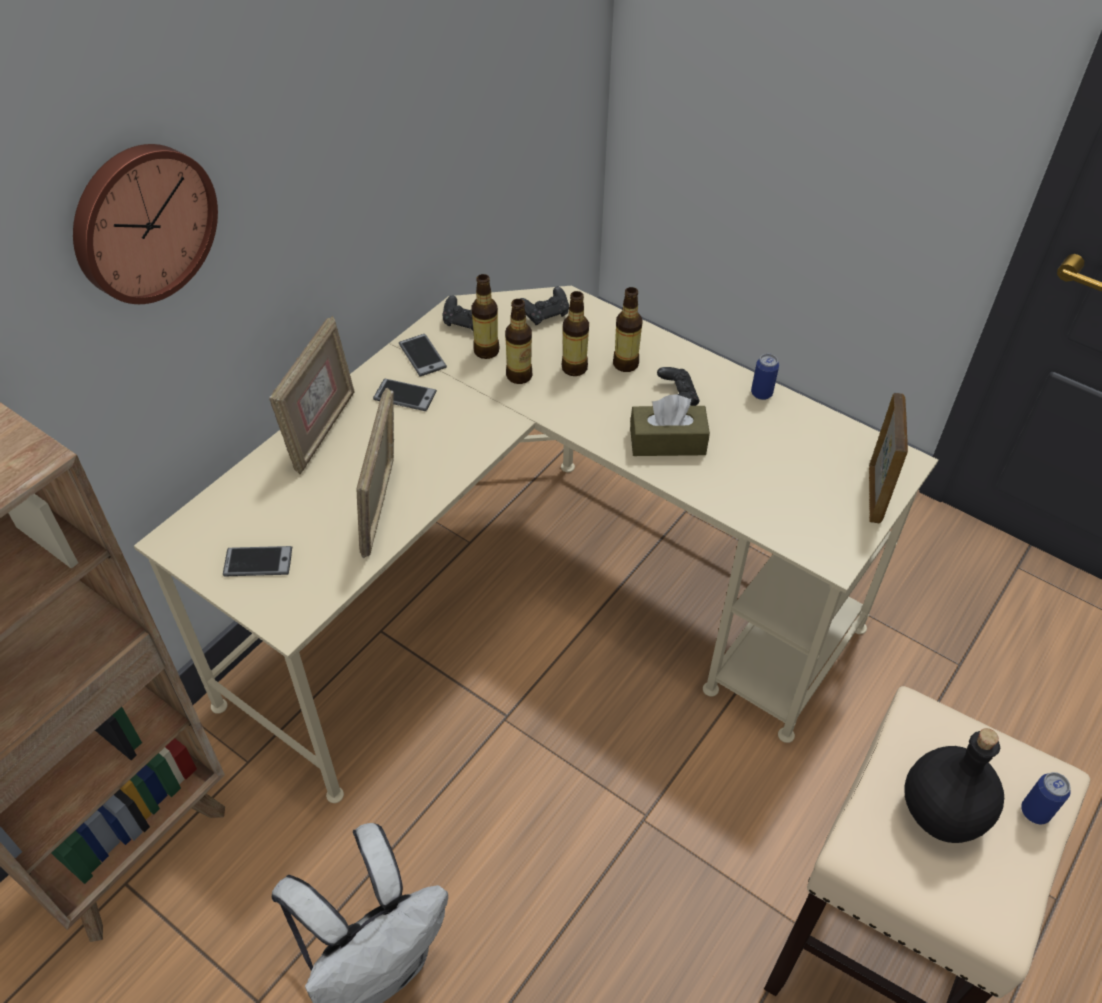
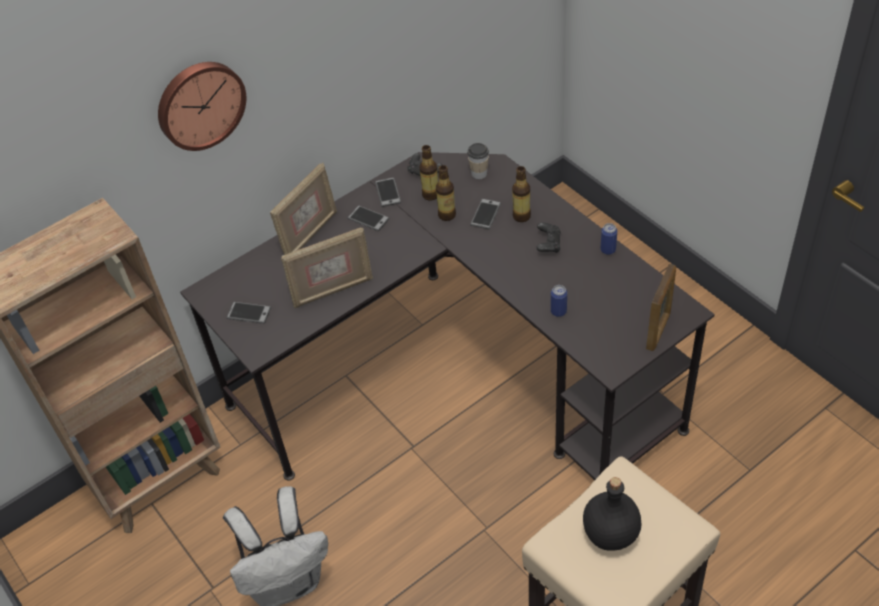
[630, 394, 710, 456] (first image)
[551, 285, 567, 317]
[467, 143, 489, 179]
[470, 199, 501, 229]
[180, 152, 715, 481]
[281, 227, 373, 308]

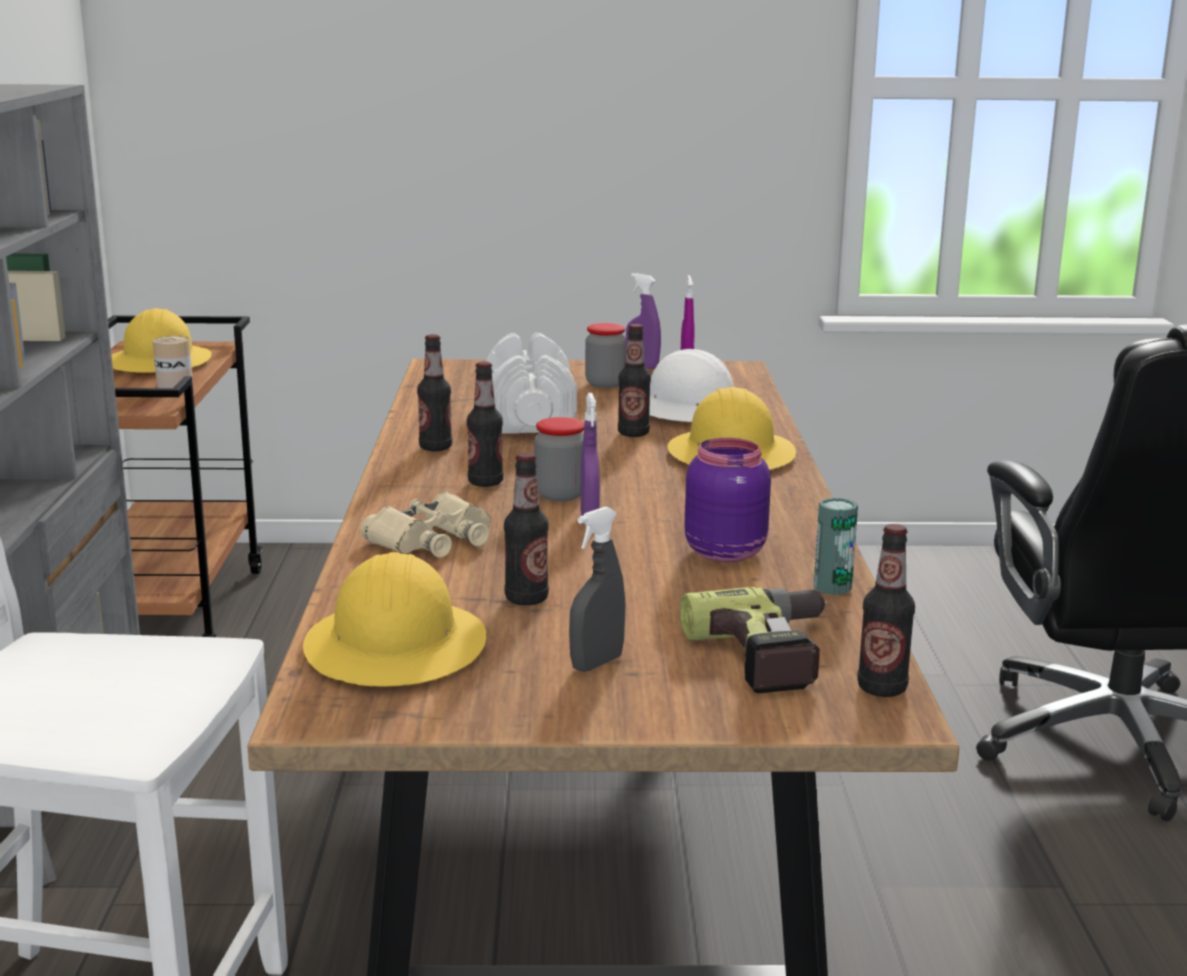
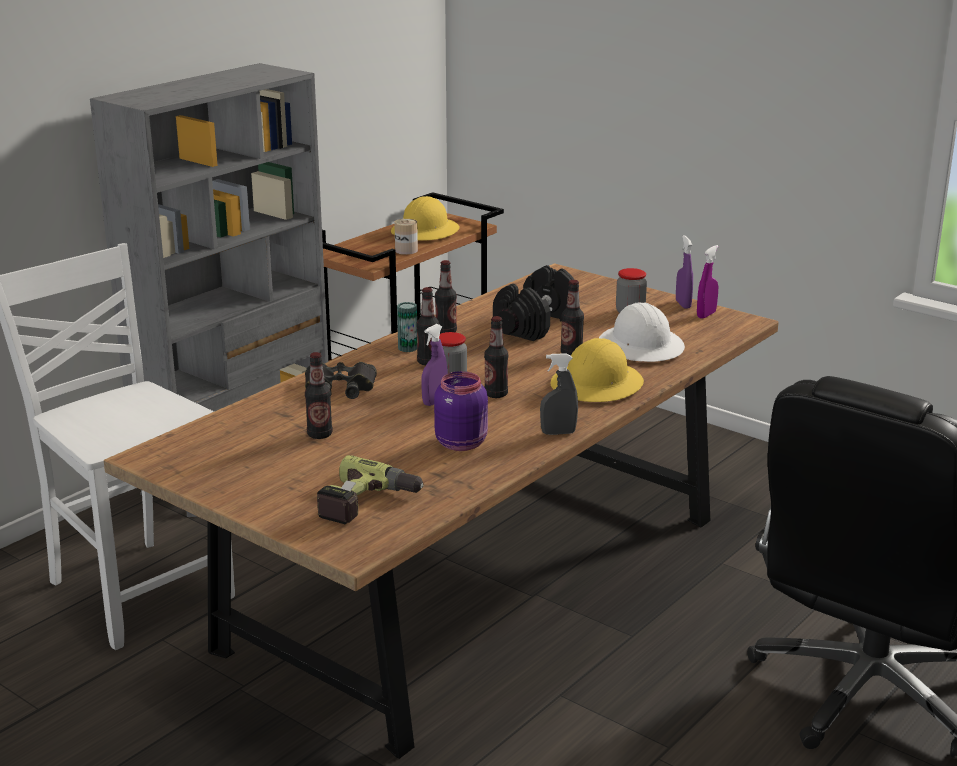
[303, 552, 486, 687] (first image)
[540, 353, 578, 435]
[397, 302, 417, 352]
[484, 316, 508, 398]
[305, 362, 377, 399]
[493, 265, 574, 341]

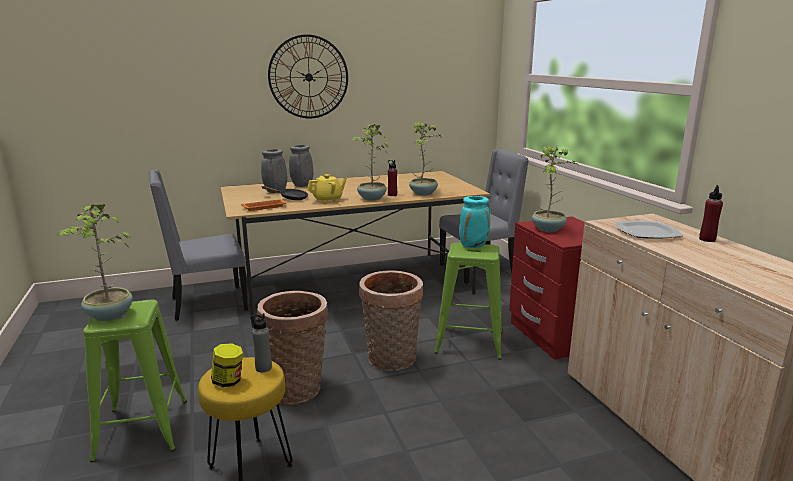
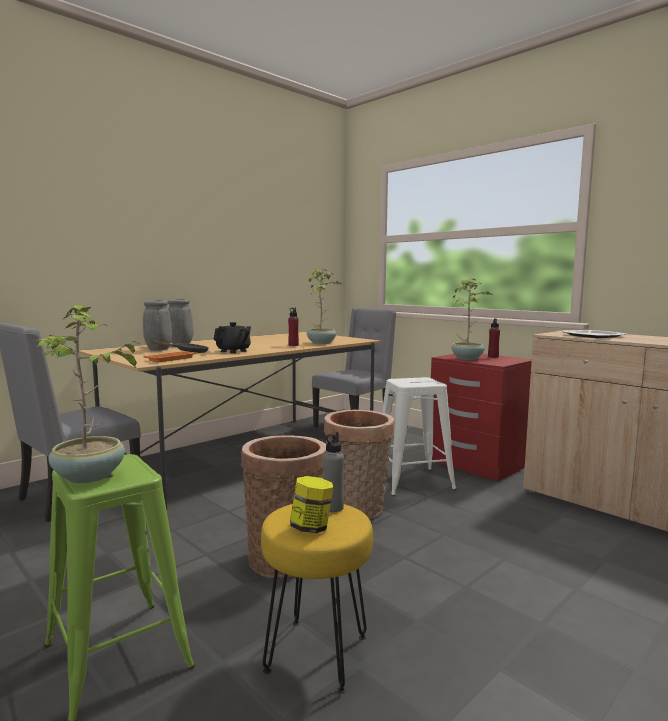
[268, 34, 348, 118] (first image)
[350, 124, 389, 200] (first image)
[459, 196, 490, 248] (first image)
[488, 318, 500, 358]
[214, 322, 251, 353]
[382, 377, 457, 496]

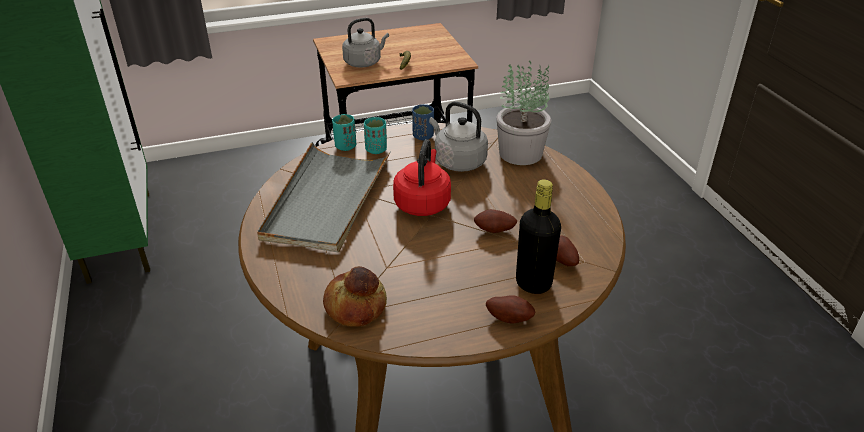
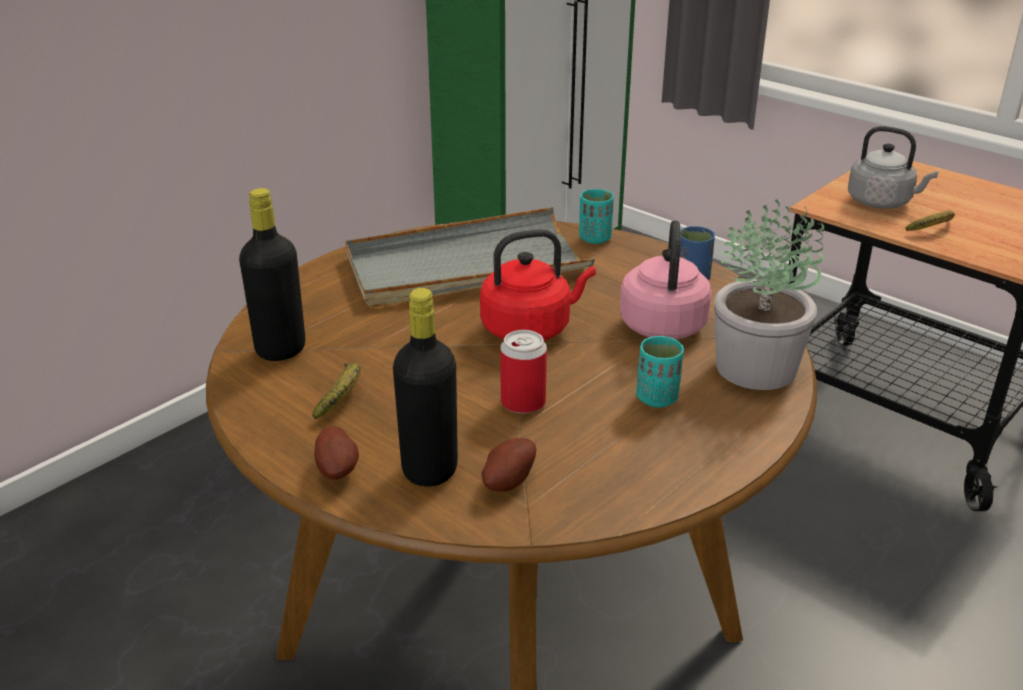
[312, 363, 361, 419]
[636, 336, 684, 408]
[239, 188, 305, 361]
[500, 330, 547, 414]
[619, 220, 712, 340]

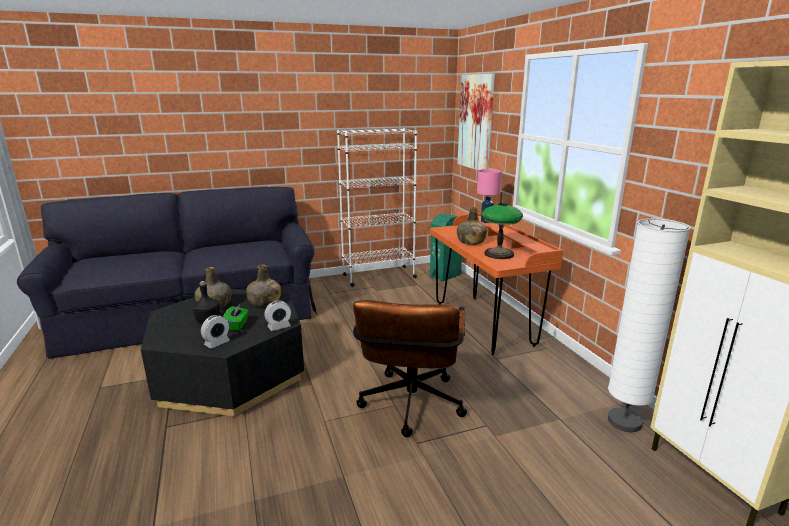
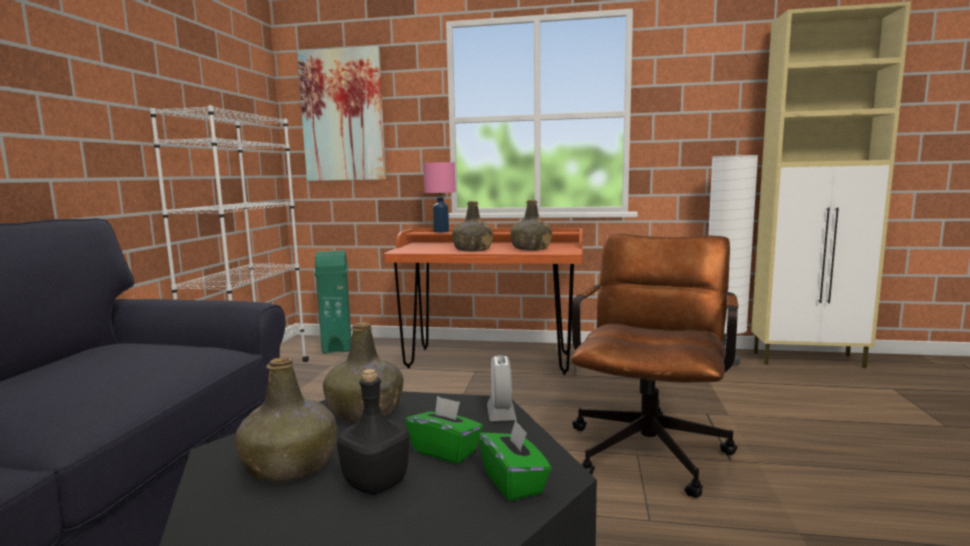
[479, 419, 551, 501]
[511, 200, 552, 251]
[571, 234, 738, 498]

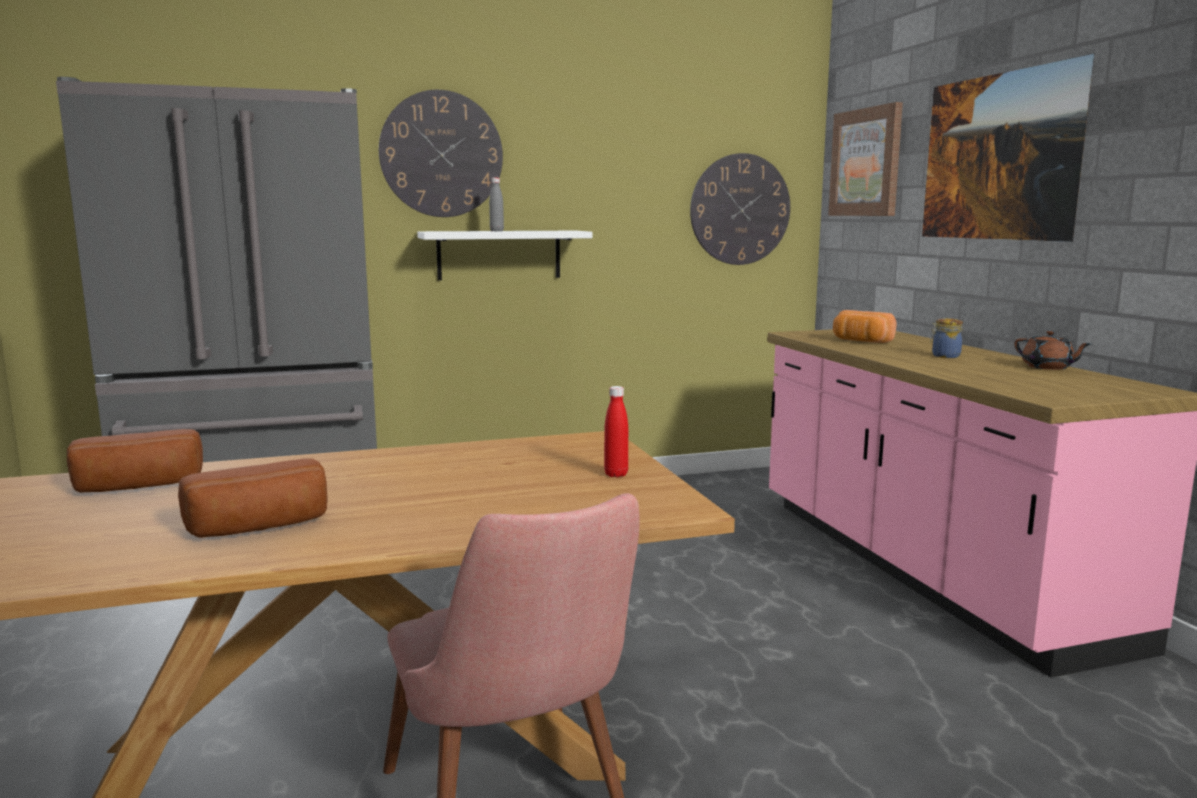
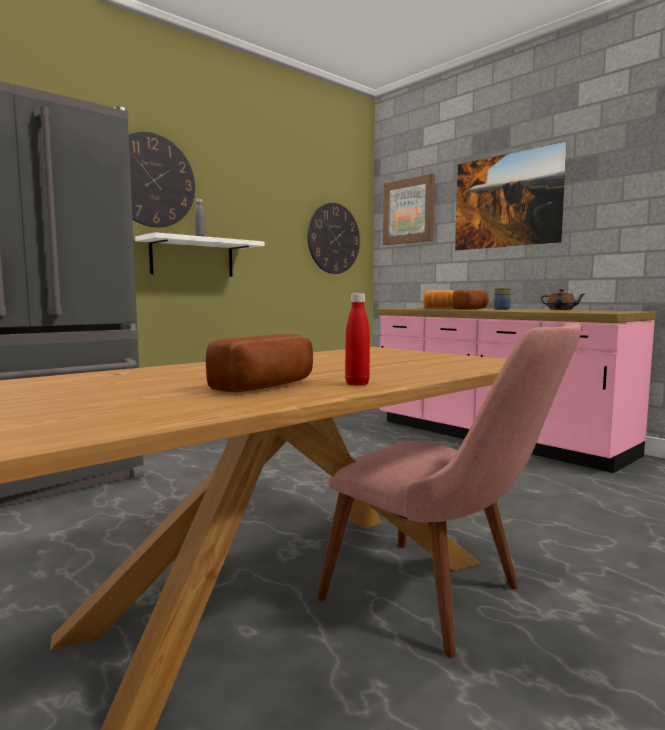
[452, 290, 489, 310]
[345, 293, 370, 386]

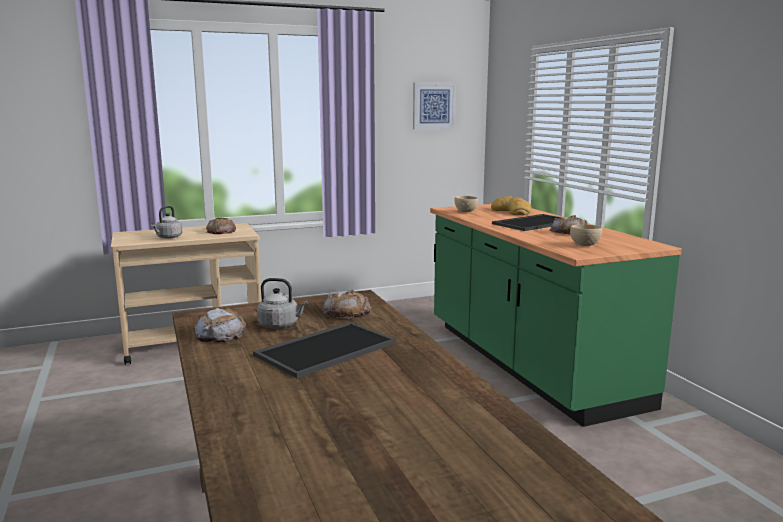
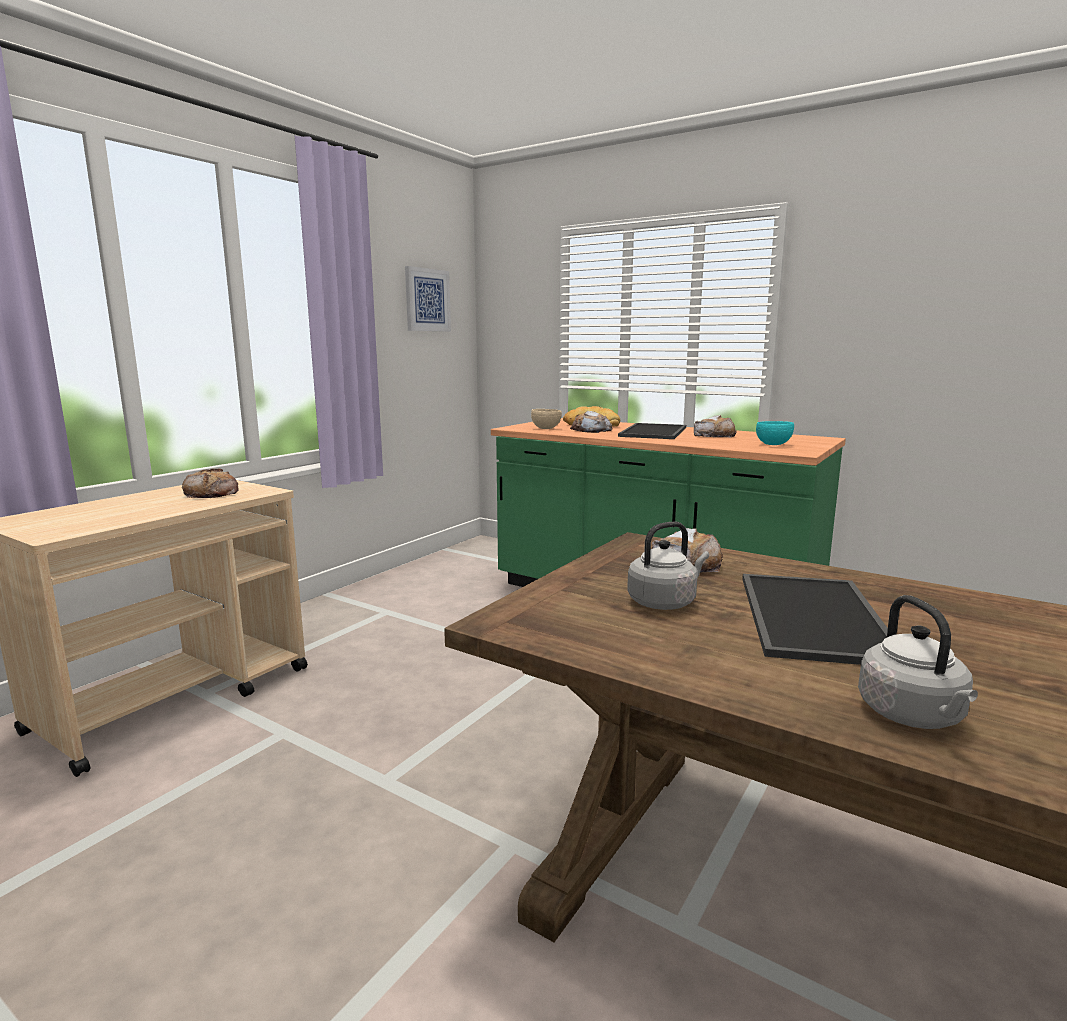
[858, 595, 978, 729]
[570, 411, 613, 433]
[756, 421, 794, 445]

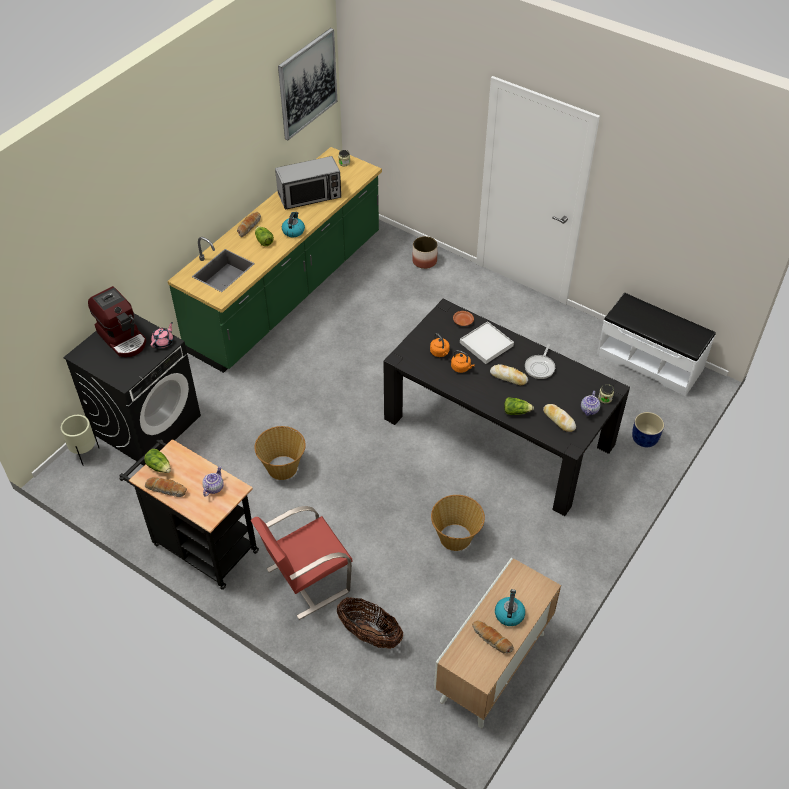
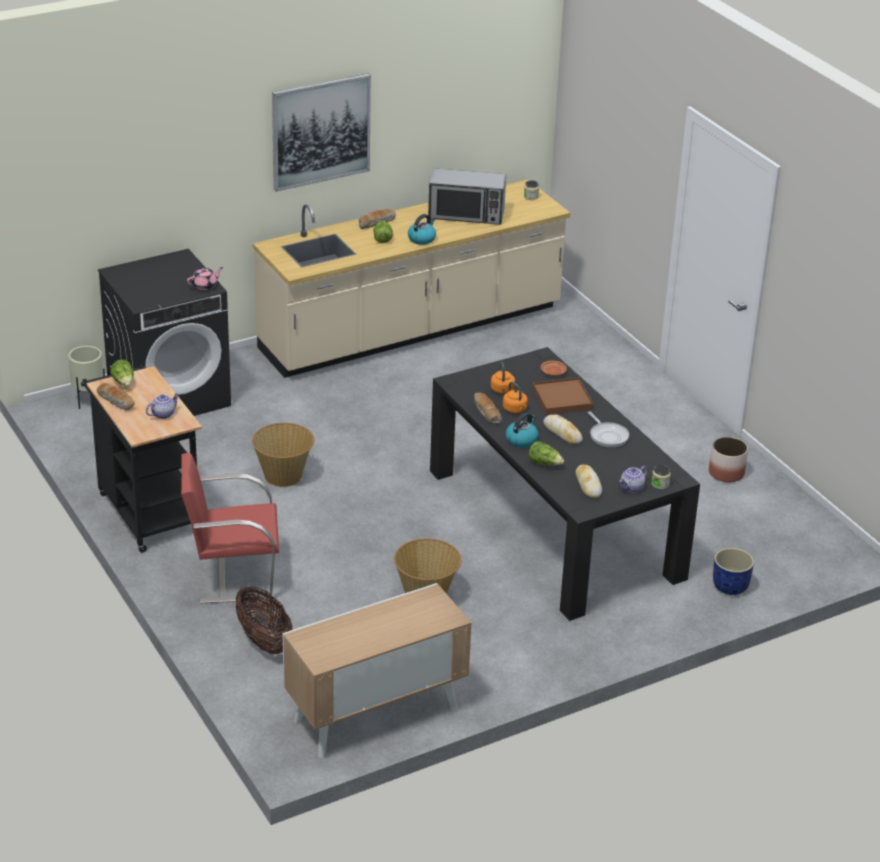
[88, 286, 146, 357] (first image)
[597, 293, 716, 396] (first image)
[272, 74, 371, 192]
[709, 437, 748, 482]
[474, 393, 502, 424]
[506, 412, 539, 448]
[253, 180, 570, 378]
[533, 377, 593, 415]
[588, 411, 629, 447]

